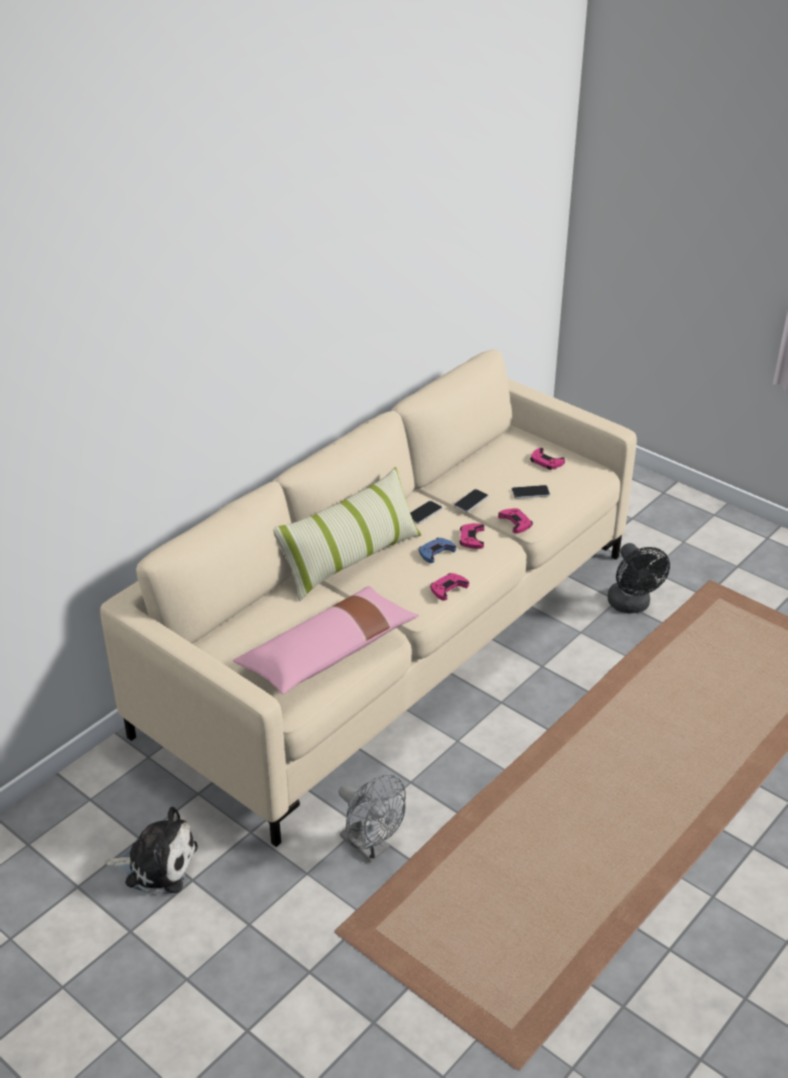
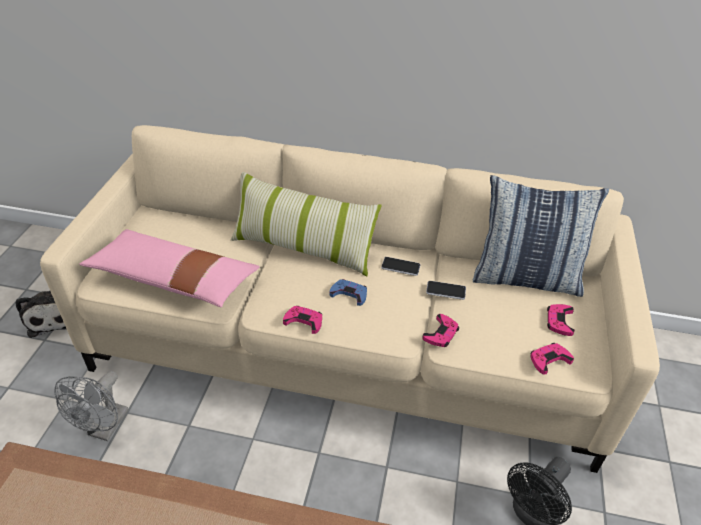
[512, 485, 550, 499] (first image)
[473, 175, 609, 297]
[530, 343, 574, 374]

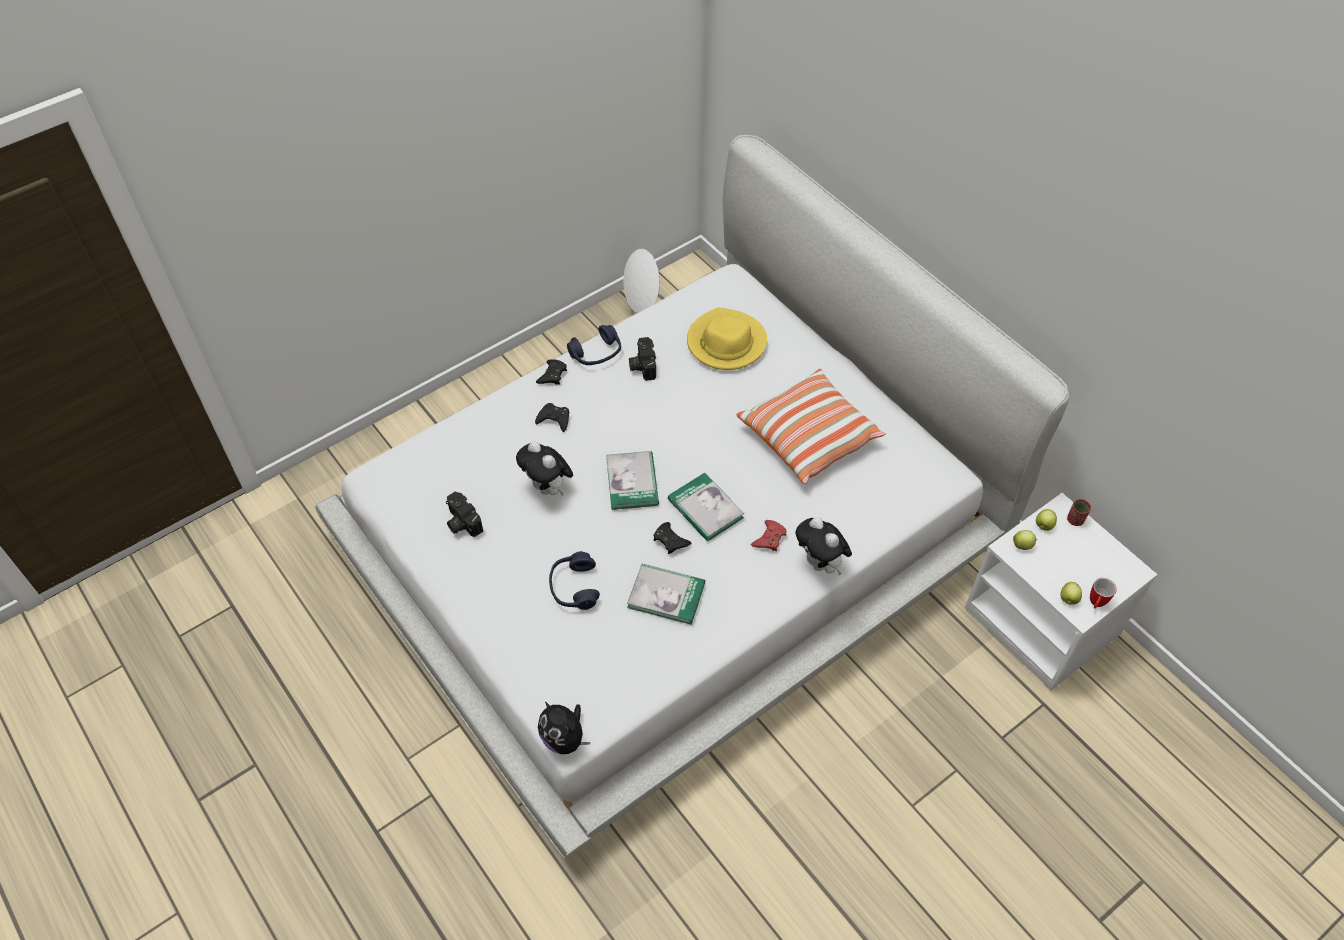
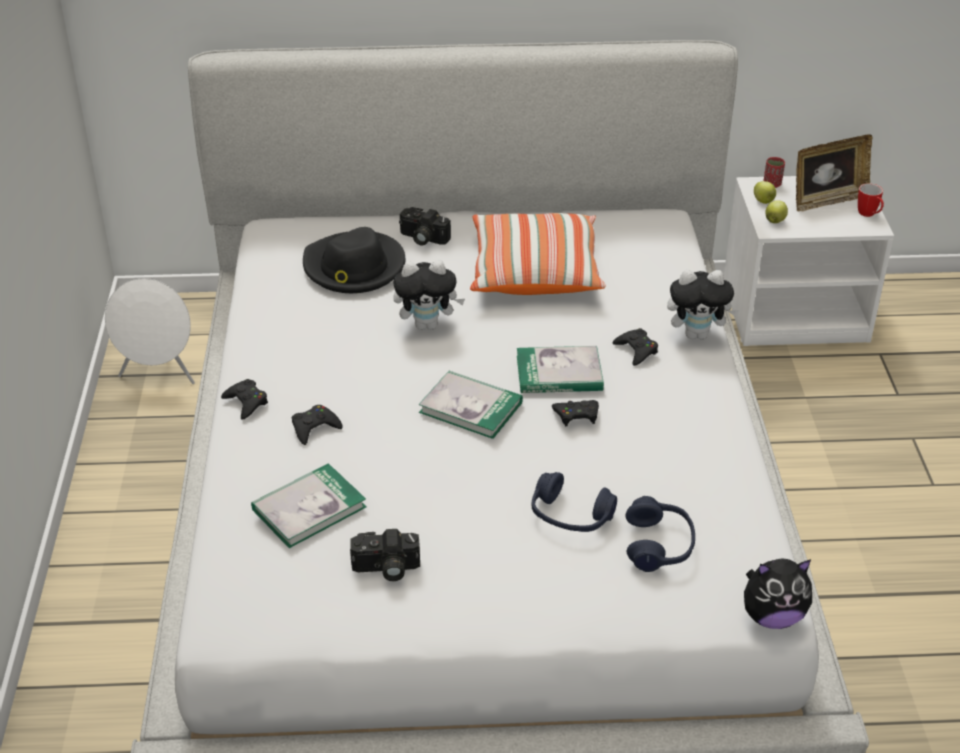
[1060, 582, 1082, 605] (first image)
[796, 134, 872, 212]
[393, 260, 465, 330]
[625, 496, 695, 572]
[251, 463, 366, 548]
[399, 207, 451, 246]
[303, 227, 405, 293]
[613, 328, 658, 366]

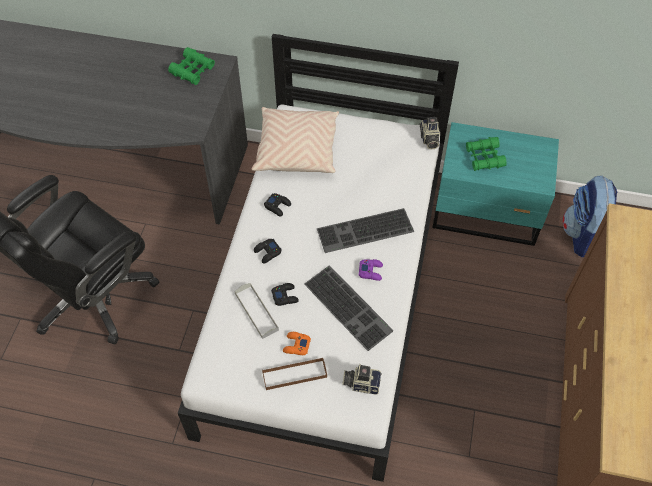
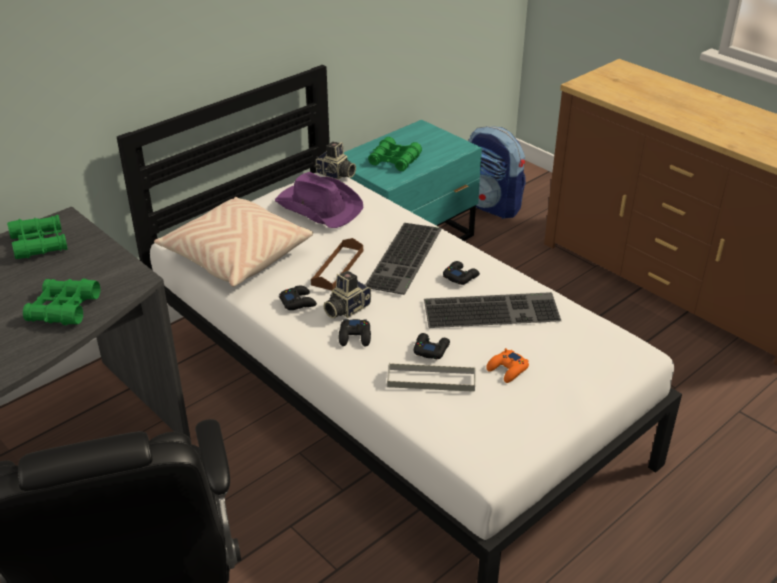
[23, 279, 101, 325]
[275, 172, 364, 228]
[311, 238, 363, 290]
[324, 271, 371, 318]
[443, 261, 480, 285]

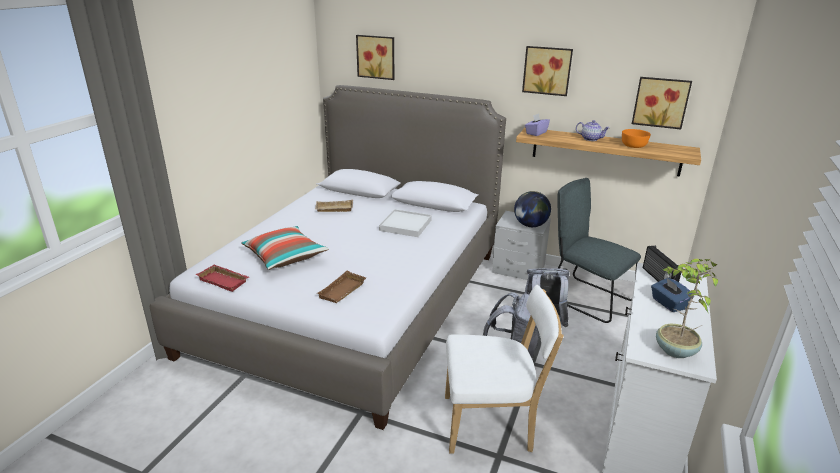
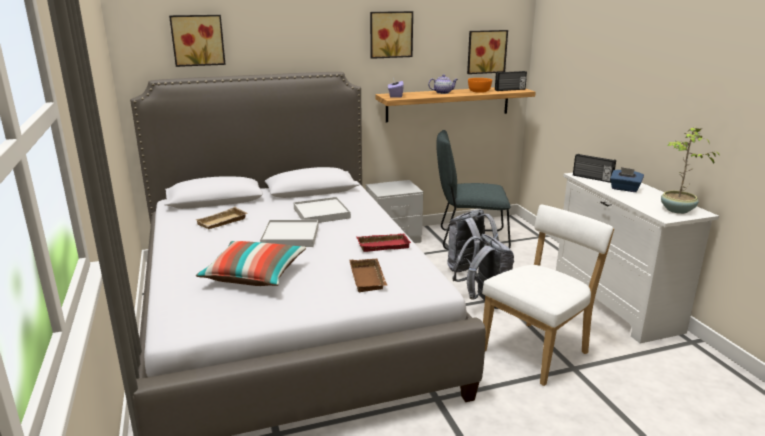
[514, 191, 551, 227] (first image)
[260, 220, 319, 247]
[495, 71, 527, 91]
[356, 234, 411, 252]

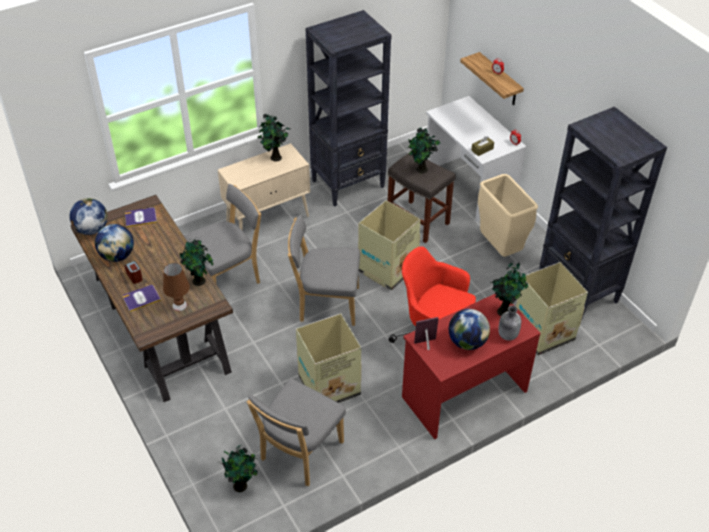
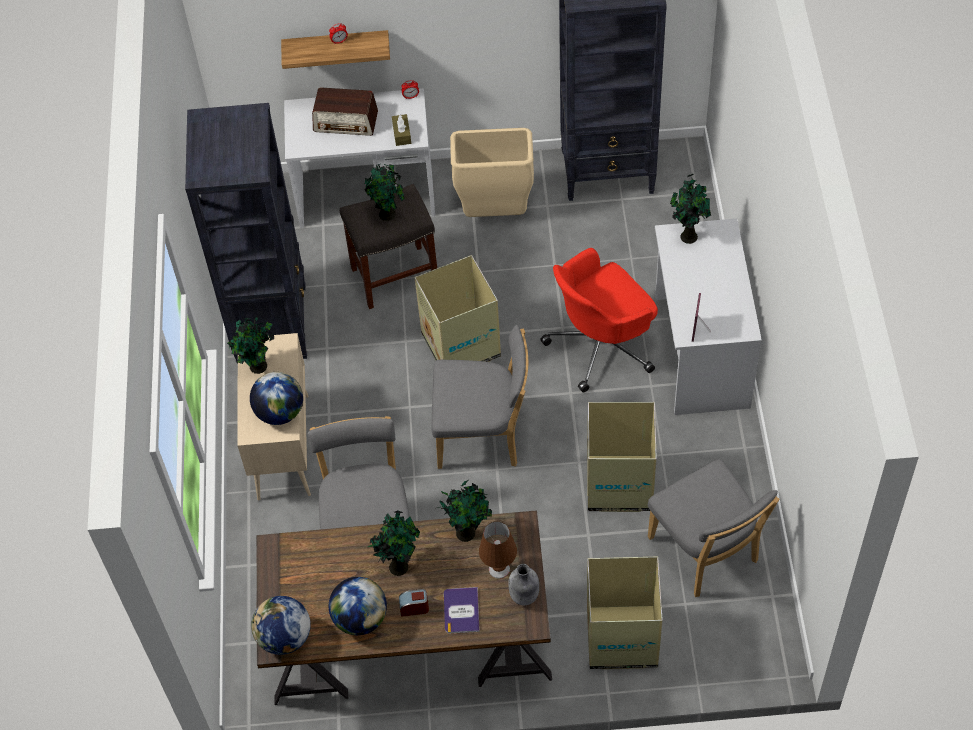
[125, 207, 157, 227] (first image)
[312, 87, 378, 136]
[368, 511, 420, 576]
[250, 372, 303, 425]
[508, 564, 539, 605]
[587, 556, 663, 669]
[655, 218, 762, 415]
[431, 325, 528, 469]

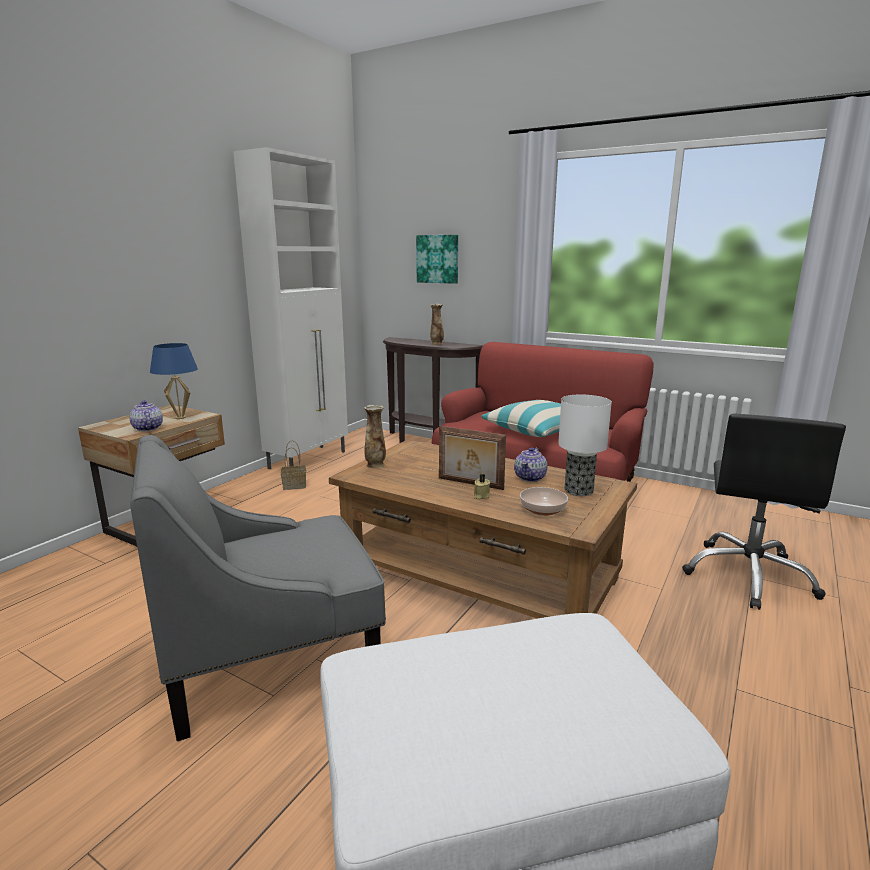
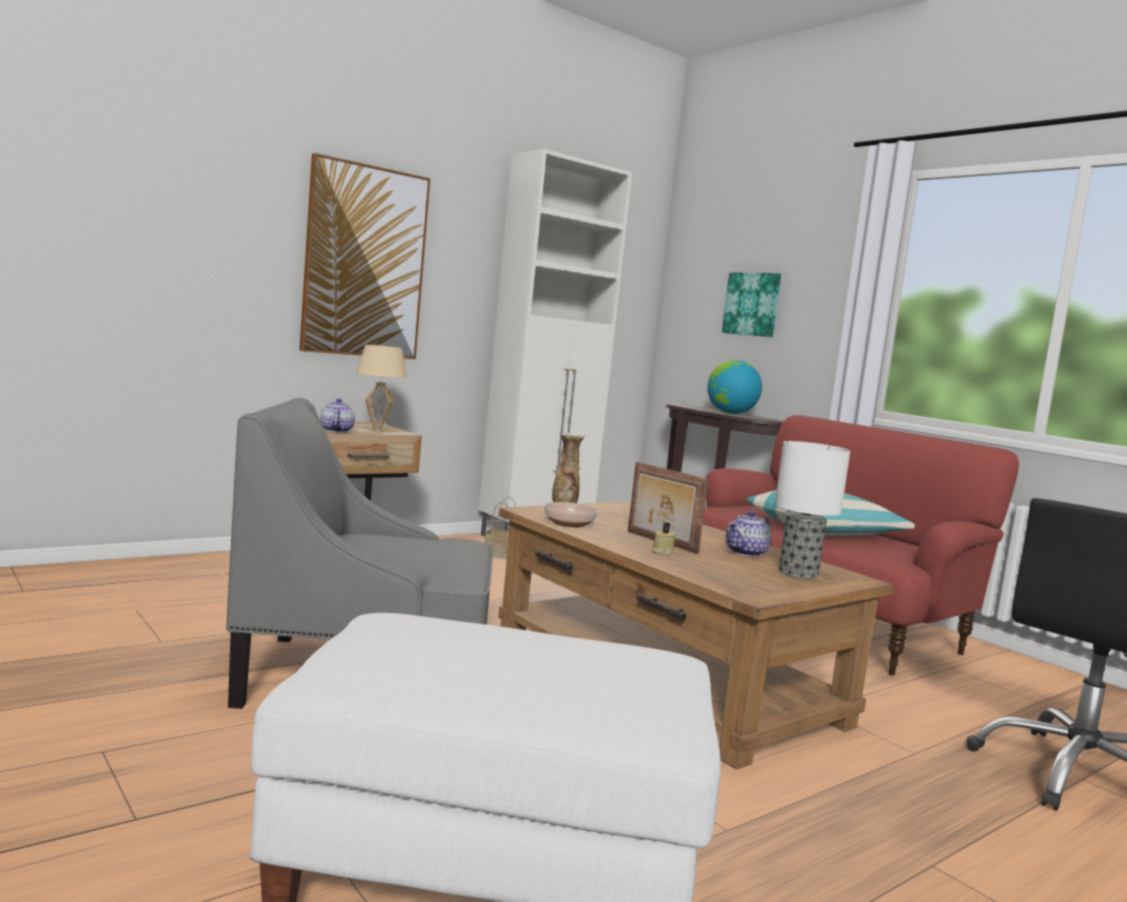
[299, 153, 430, 359]
[544, 502, 598, 528]
[707, 360, 762, 414]
[356, 344, 407, 432]

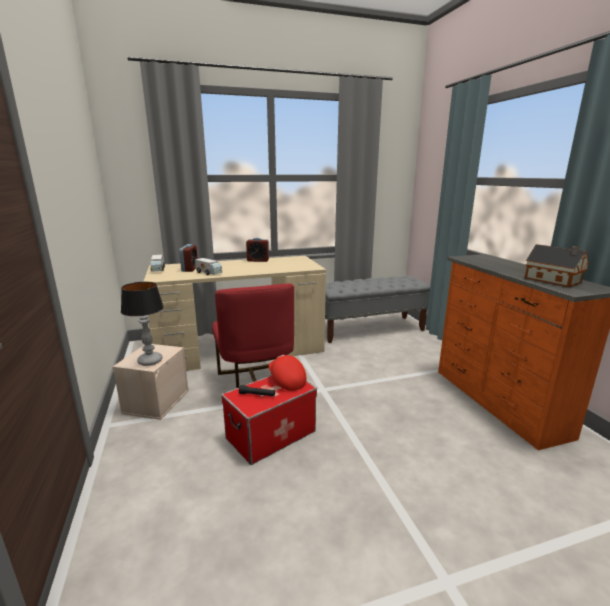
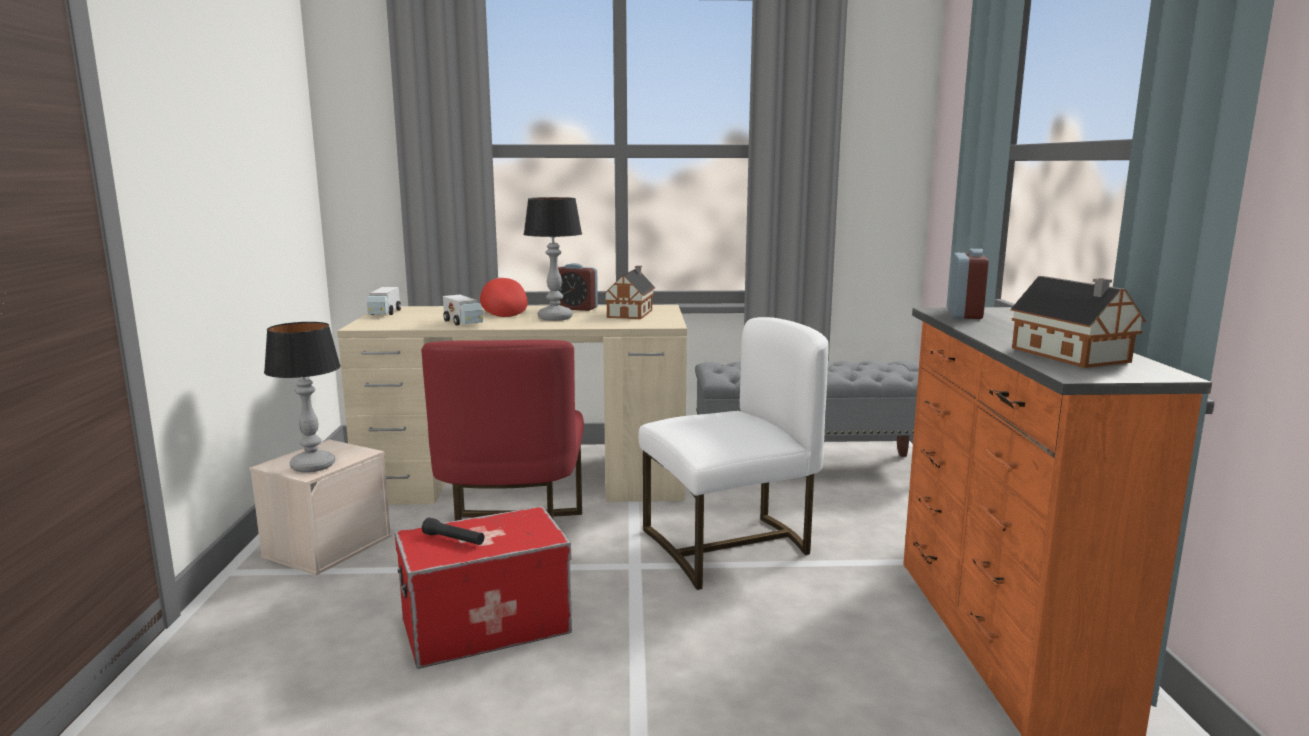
[523, 197, 582, 321]
[603, 266, 656, 319]
[638, 317, 829, 590]
[949, 249, 989, 319]
[480, 277, 528, 317]

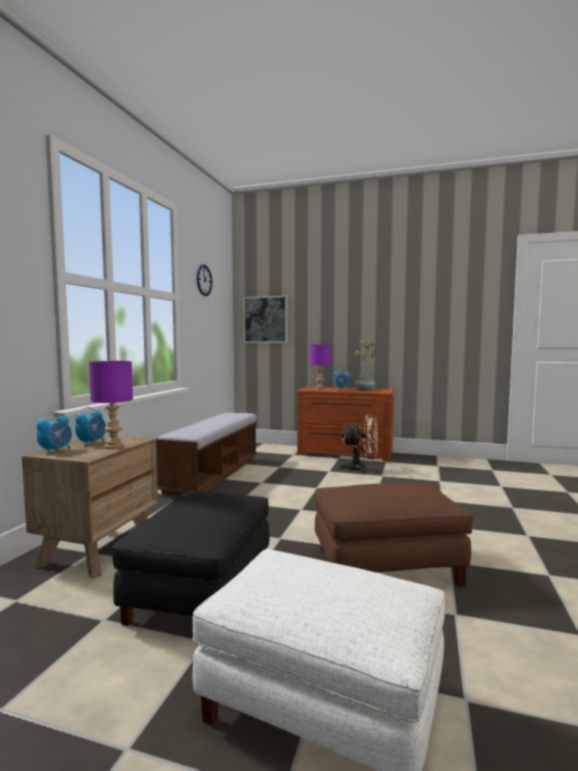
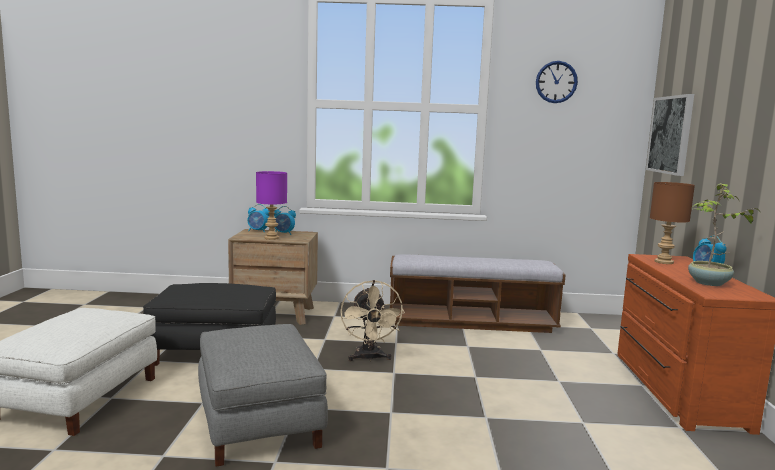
[340, 280, 405, 362]
[650, 182, 695, 264]
[198, 324, 328, 467]

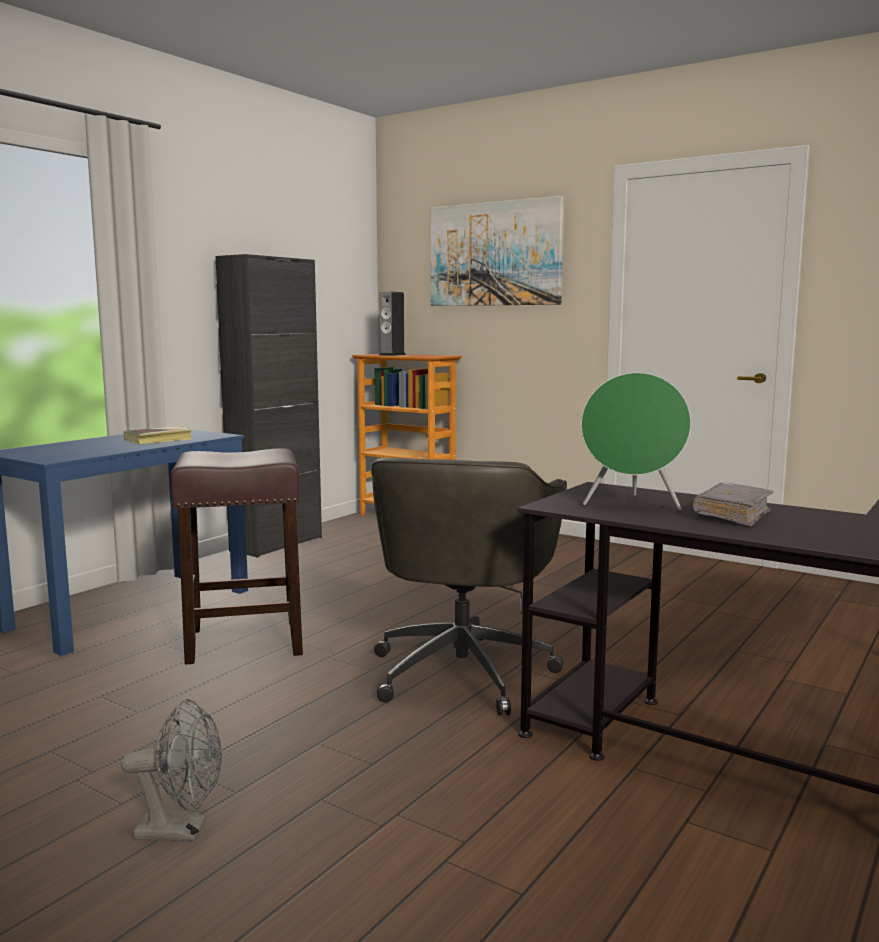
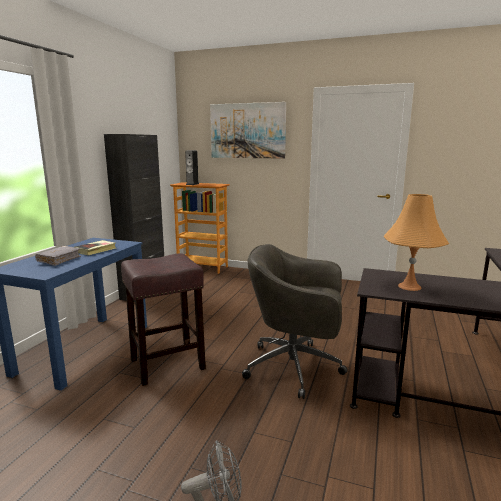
[35, 246, 81, 266]
[384, 194, 449, 291]
[242, 244, 348, 399]

